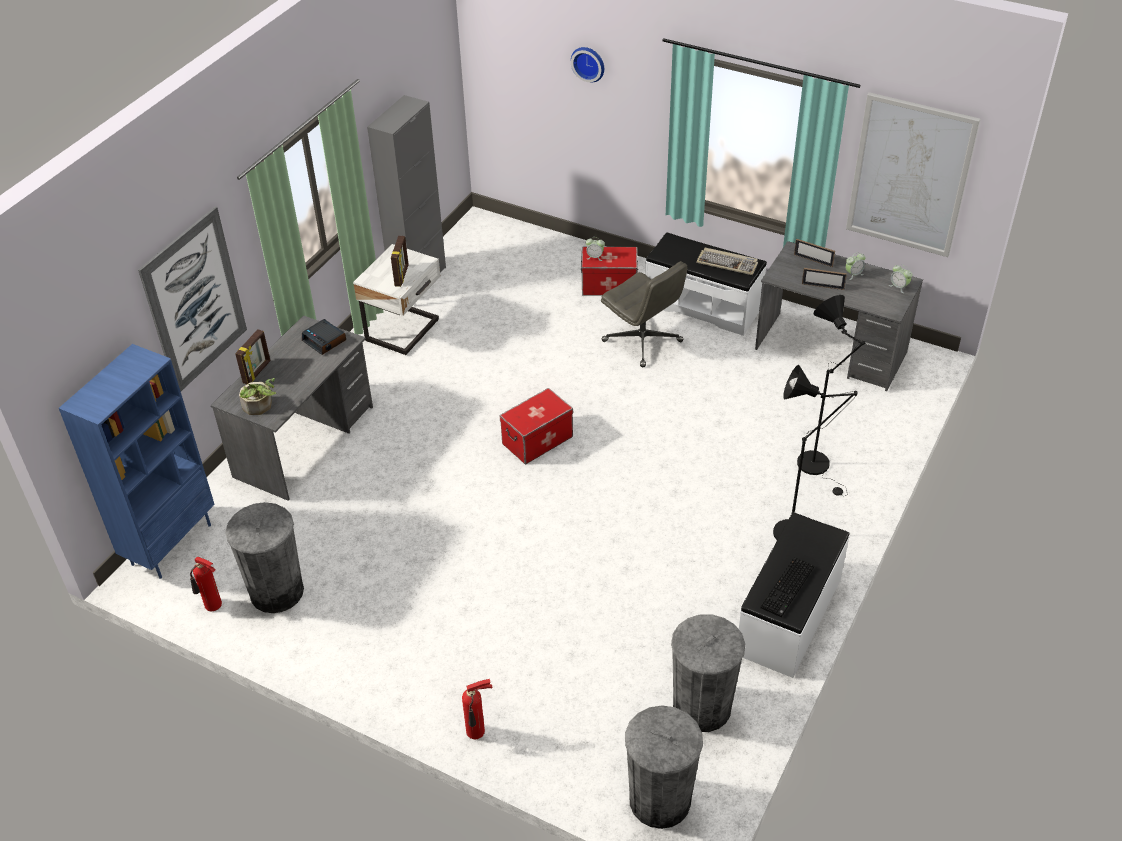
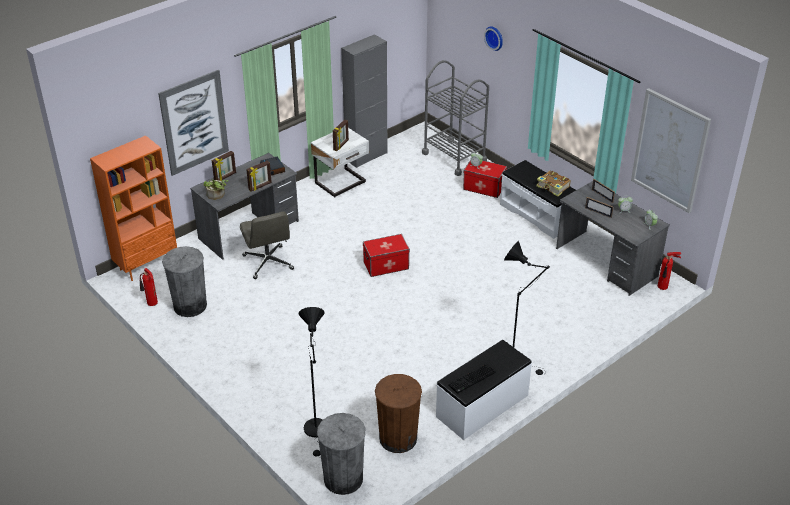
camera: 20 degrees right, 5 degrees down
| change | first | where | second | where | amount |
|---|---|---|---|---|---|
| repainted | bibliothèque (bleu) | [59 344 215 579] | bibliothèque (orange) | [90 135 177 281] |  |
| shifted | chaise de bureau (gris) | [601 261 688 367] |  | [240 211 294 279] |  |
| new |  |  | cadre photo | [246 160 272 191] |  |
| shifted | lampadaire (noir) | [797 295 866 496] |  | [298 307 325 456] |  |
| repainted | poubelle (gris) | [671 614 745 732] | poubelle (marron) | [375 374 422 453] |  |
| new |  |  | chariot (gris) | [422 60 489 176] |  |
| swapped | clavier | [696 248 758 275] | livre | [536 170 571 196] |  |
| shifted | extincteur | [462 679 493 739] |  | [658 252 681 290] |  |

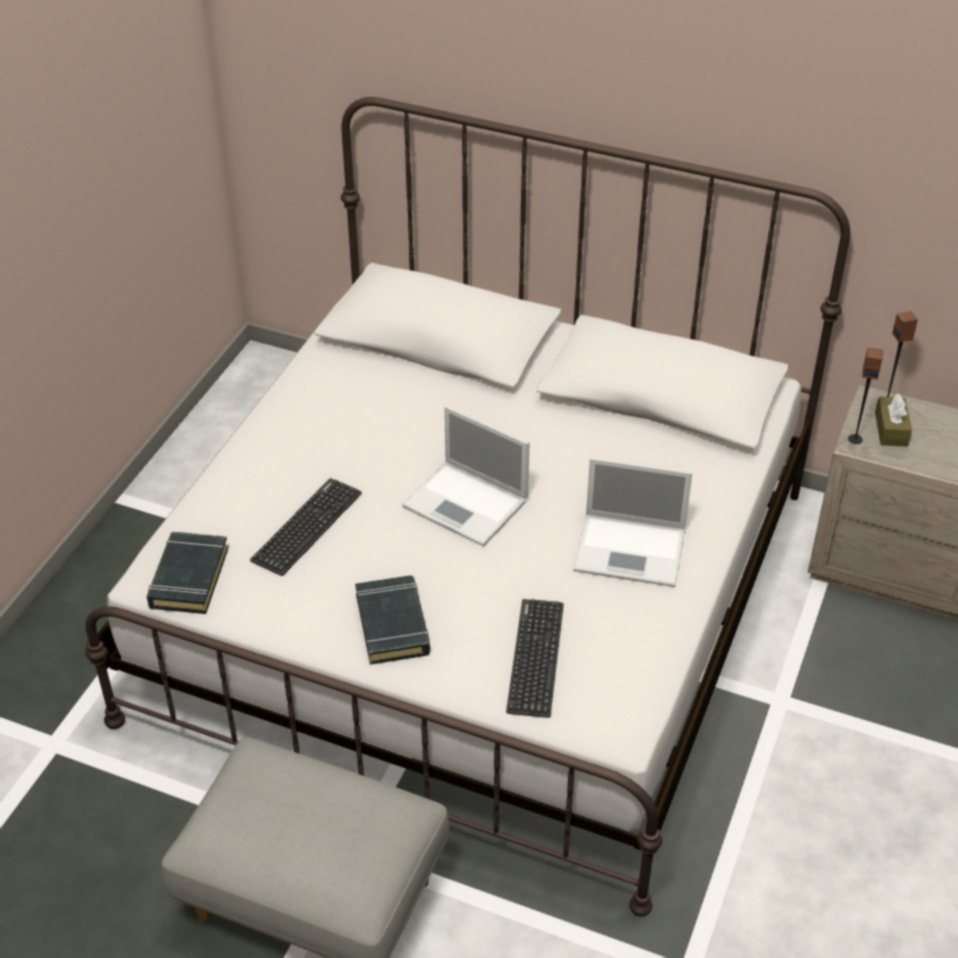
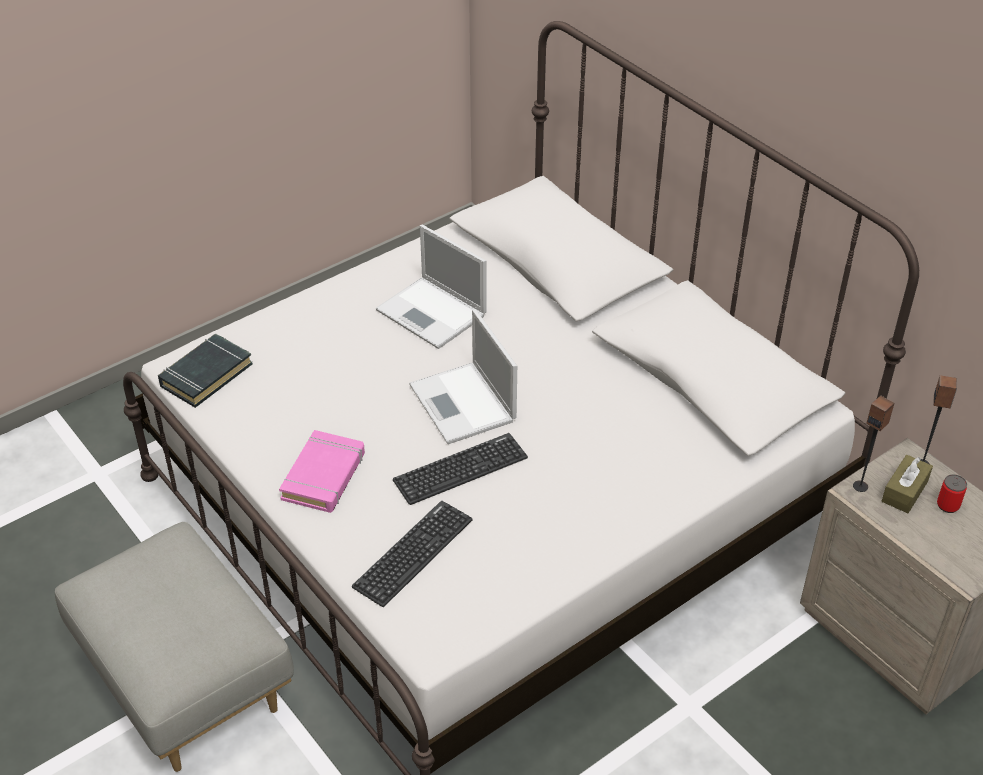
camera: 30 degrees right, 0 degrees up
| change | first | where | second | where | amount |
|---|---|---|---|---|---|
| repainted | livre (noir) | [355 575 430 665] | livre (rose) | [279 430 365 513] |  |
| shifted | ordinateur portable | [573 457 693 587] |  | [376 225 487 349] |  |
| shifted | clavier | [250 478 362 576] |  | [393 433 528 505] |  |
| new |  |  | boîte métallique | [937 474 967 513] |  |

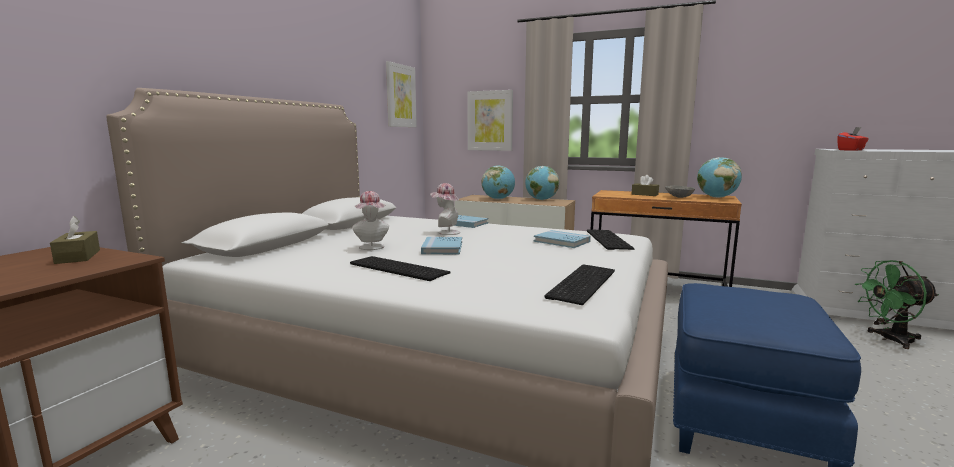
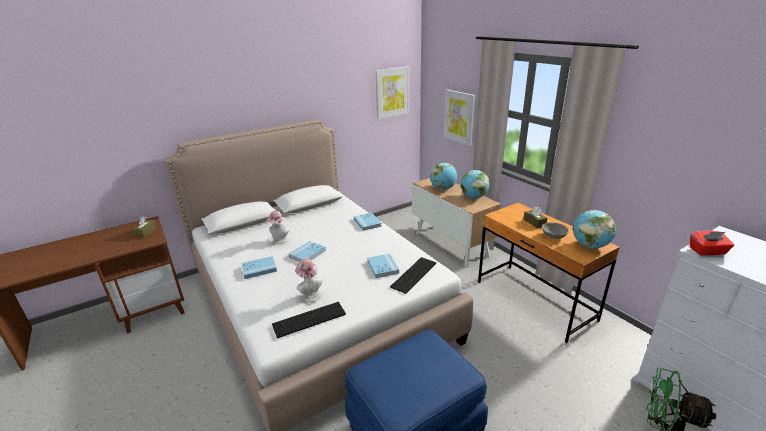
camera: 35 degrees right, 15 degrees up
| change | first | where | second | where | amount |
|---|---|---|---|---|---|
| swapped | clavier | [350 256 450 281] | livre (bleu) | [241 256 277 279] |  |
| shifted | chapeau | [430 183 460 235] |  | [295 259 323 302] |  |

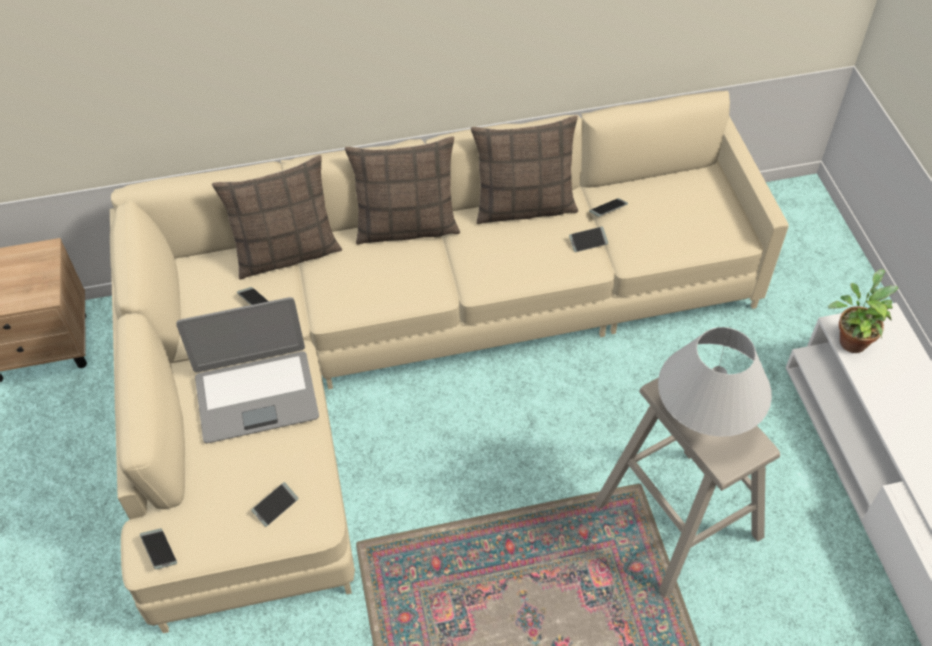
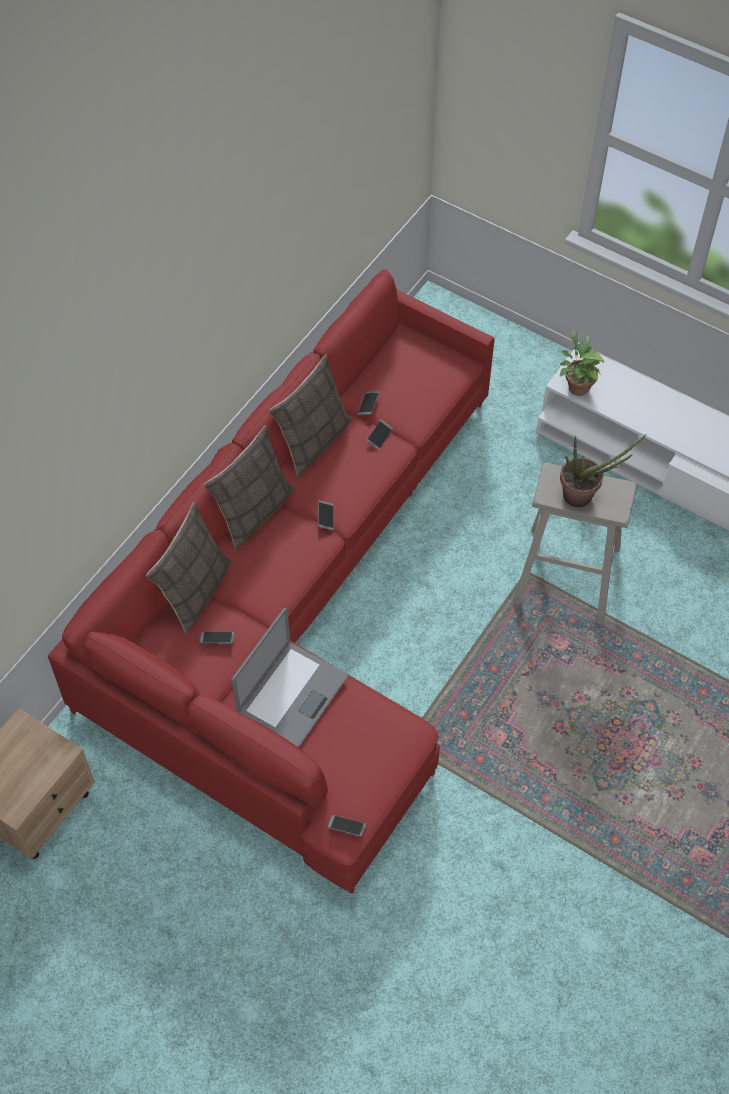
camera: 45 degrees left, 5 degrees up
| change | first | where | second | where | amount |
|---|---|---|---|---|---|
| repainted | canapé (beige) | [110 91 789 633] | canapé (rouge) | [48 269 495 894] |  |
| shifted | téléphone | [251 482 299 527] |  | [318 500 334 530] |  |
| swapped | lampe de table (blanc) | [658 327 772 437] | plante en pot | [560 434 647 507] |  |

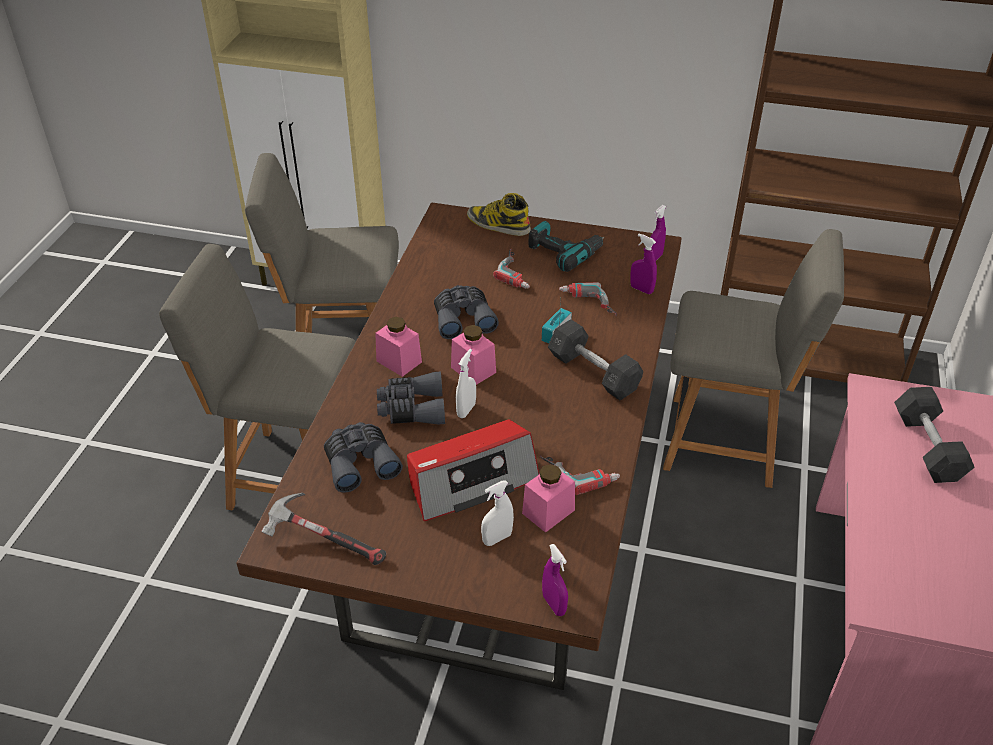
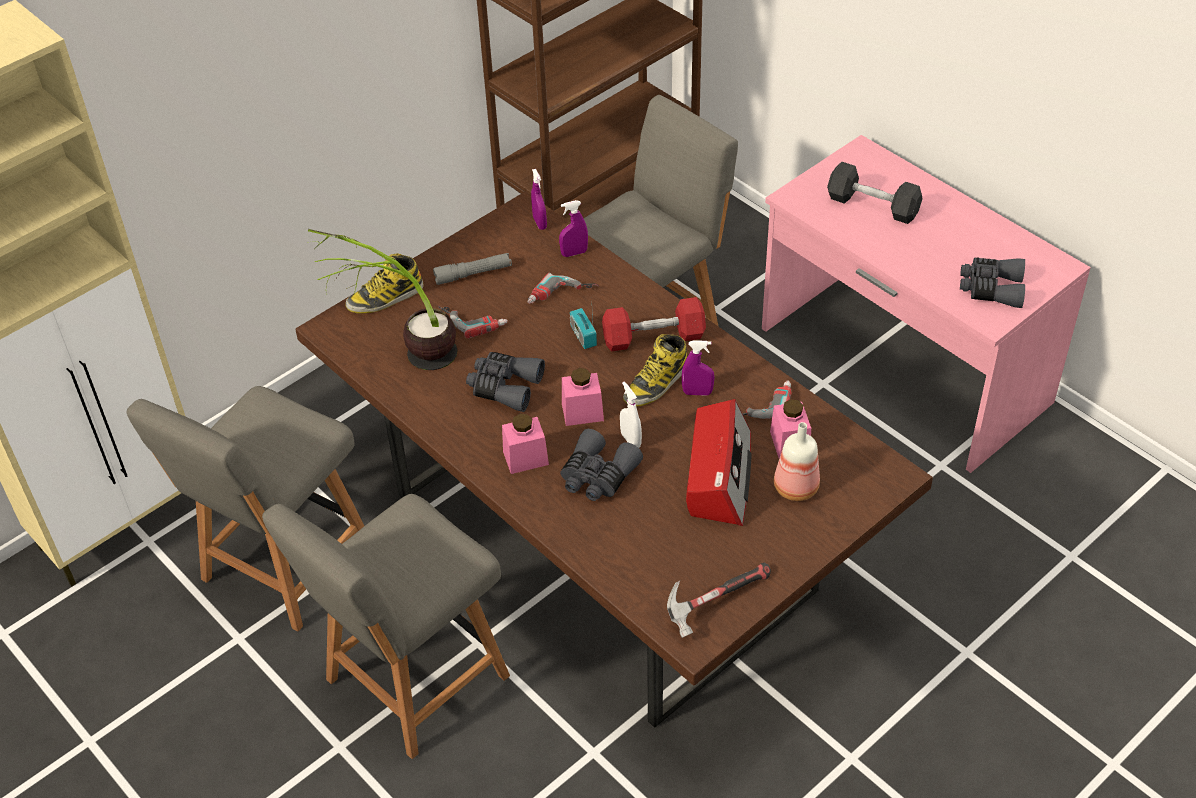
camera: 55 degrees left, 5 degrees up
| change | first | where | second | where | amount |
|---|---|---|---|---|---|
| new |  |  | plante en pot | [308 229 458 370] |  |
| swapped | perceuse | [529 221 604 272] | lampe de poche (gris) | [433 253 512 285] |  |
| repainted | haltère (gris) | [548 319 644 400] | haltère (rouge) | [602 297 706 351] |  |
| new |  |  | botte | [623 334 688 406] |  |
| shifted | vaporisateur (violet) | [542 544 568 616] |  | [682 340 714 396] |  |
| swapped | vaporisateur (blanc) | [481 480 514 546] | bouteille | [774 422 820 501] |  |
| shifted | jumelles (gris) | [324 422 403 493] |  | [960 258 1025 308] |  |

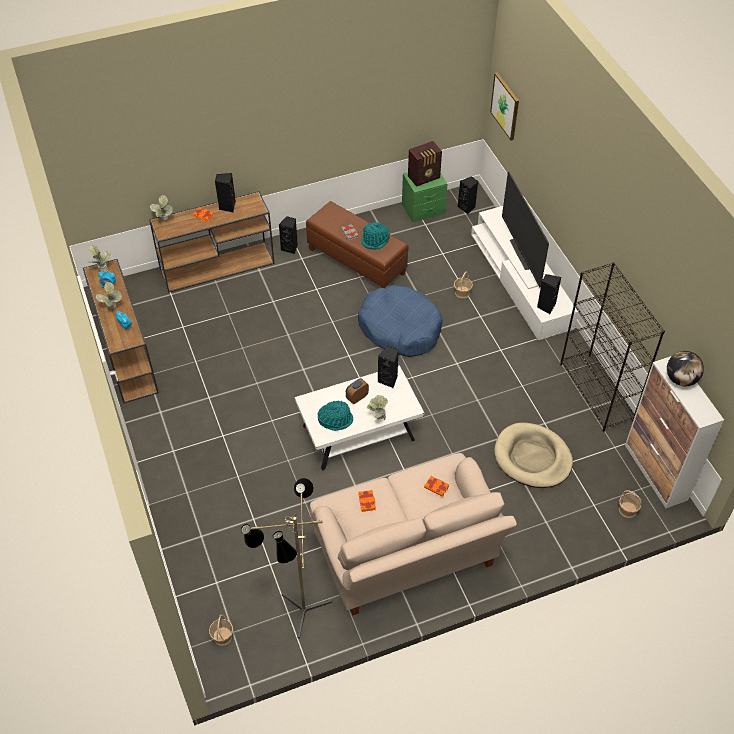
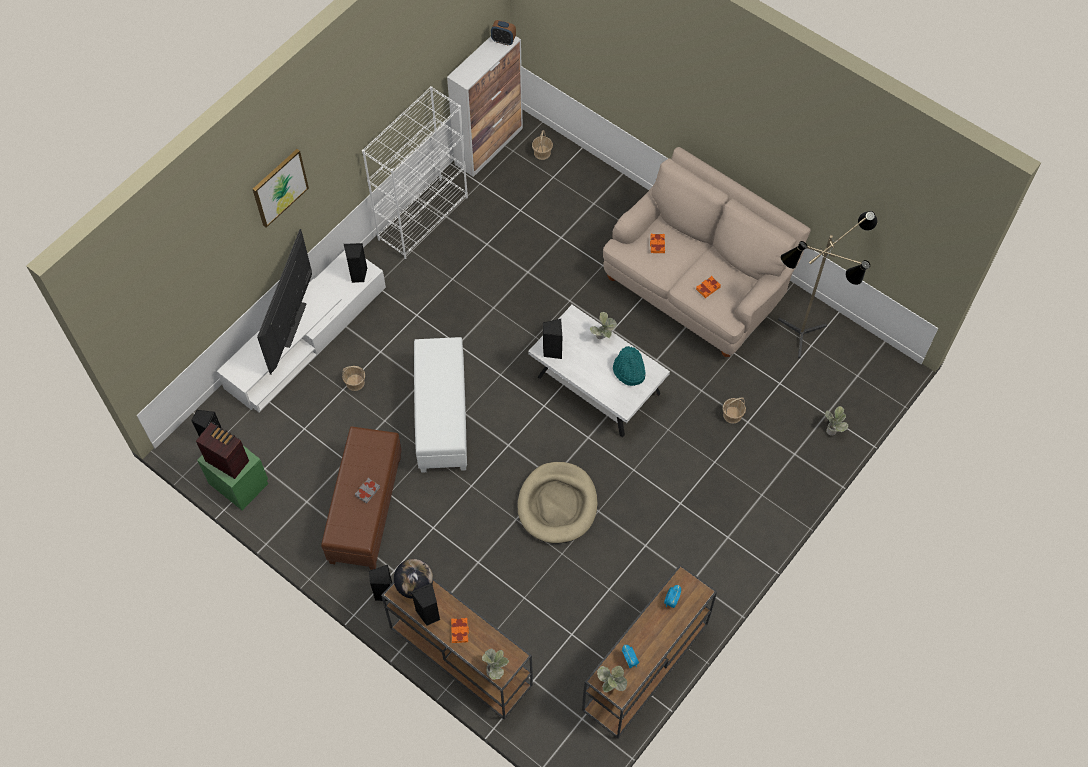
camera: 120 degrees left, 10 degrees up
| change | first | where | second | where | amount |
|---|---|---|---|---|---|
| shifted | tableau | [490 72 519 141] |  | [253 149 309 228] |  |
| rotated | téléviseur | [502 172 549 288] |  | [257 229 312 375] | 150 degrees clockwise |
| repainted | bibliothèque (noir) | [560 262 665 432] | bibliothèque (blanc) | [362 86 468 259] |  |
| shifted | globe | [667 351 704 386] |  | [394 559 433 599] |  |
| swapped | panier pour chien (bleu) | [358 285 443 357] | pouf (blanc) | [414 337 467 473] |  |
| shifted | réveil | [346 378 369 404] |  | [491 20 516 45] |  |
| shifted | panier pour chien (beige) | [494 422 573 488] |  | [517 462 598 544] |  |
| shifted | panier | [209 614 233 646] |  | [723 398 746 424] |  |
| shifted | plante en pot | [96 282 122 309] |  | [825 406 848 436] |  |
| gone | chapeau (turquoise) | [361 223 389 249] |  |  |  |

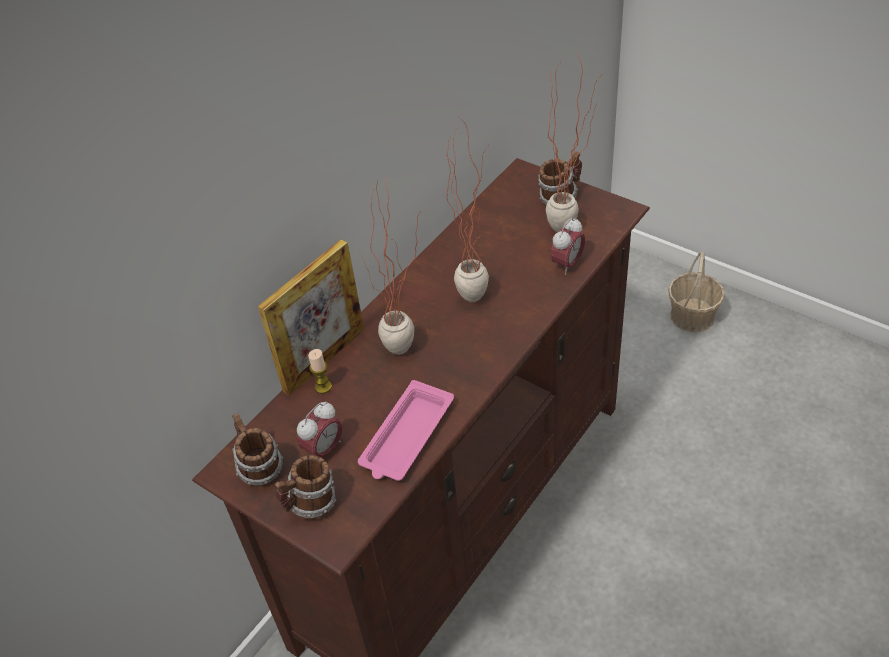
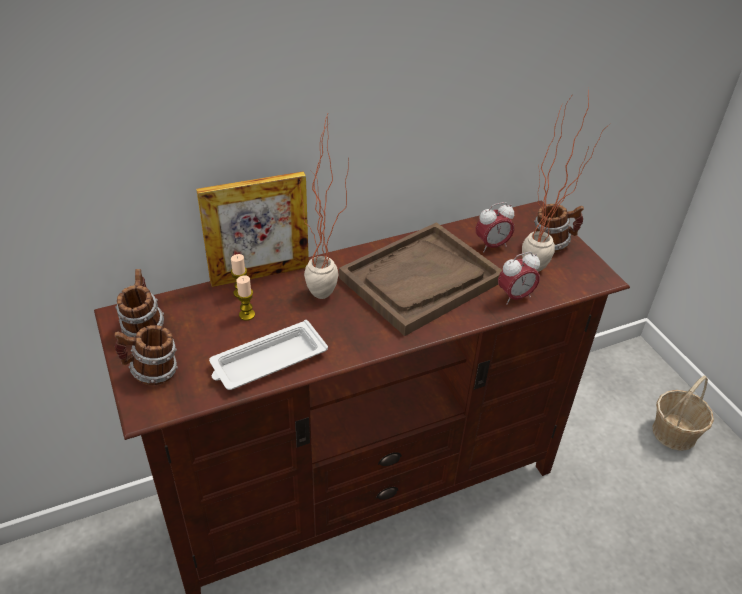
camera: 25 degrees right, 5 degrees down
| change | first | where | second | where | amount |
|---|---|---|---|---|---|
| repainted | plateau (rose) | [358 380 454 481] | plateau (blanc) | [209 320 328 390] |  |
| new |  |  | bougie | [236 275 255 321] |  |
| swapped | plante en pot | [444 117 489 302] | plateau (marron) | [339 222 502 336] |  |
| shifted | réveil | [297 401 342 457] |  | [476 202 514 252] |  |

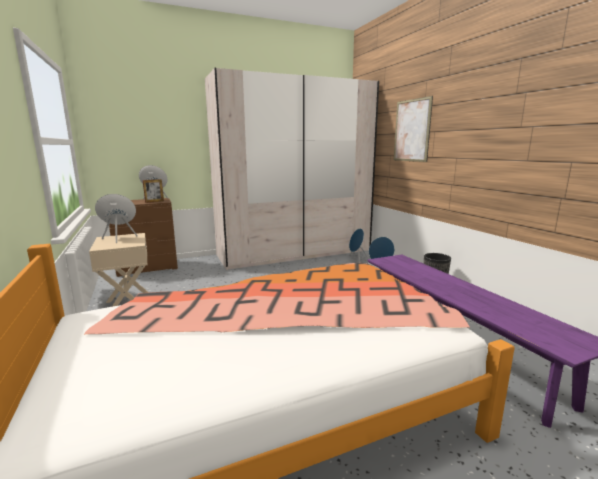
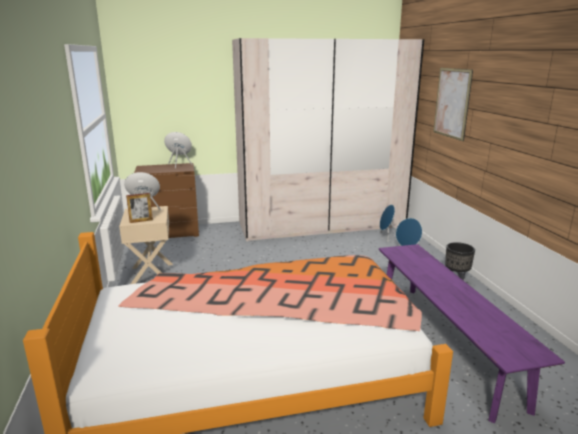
camera: 10 degrees right, 5 degrees up
| change | first | where | second | where | amount |
|---|---|---|---|---|---|
| shifted | cadre photo | [143 179 164 203] |  | [126 193 153 223] |  |

